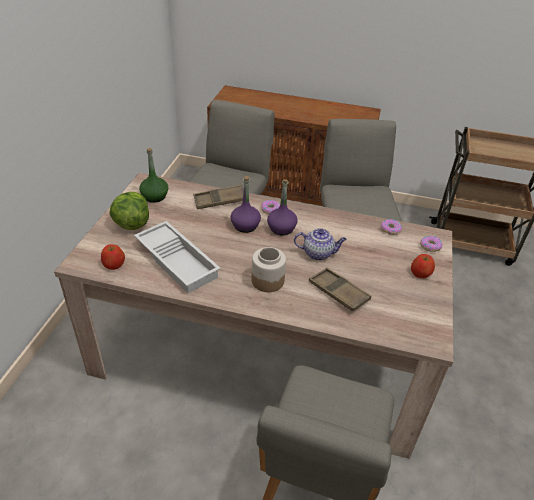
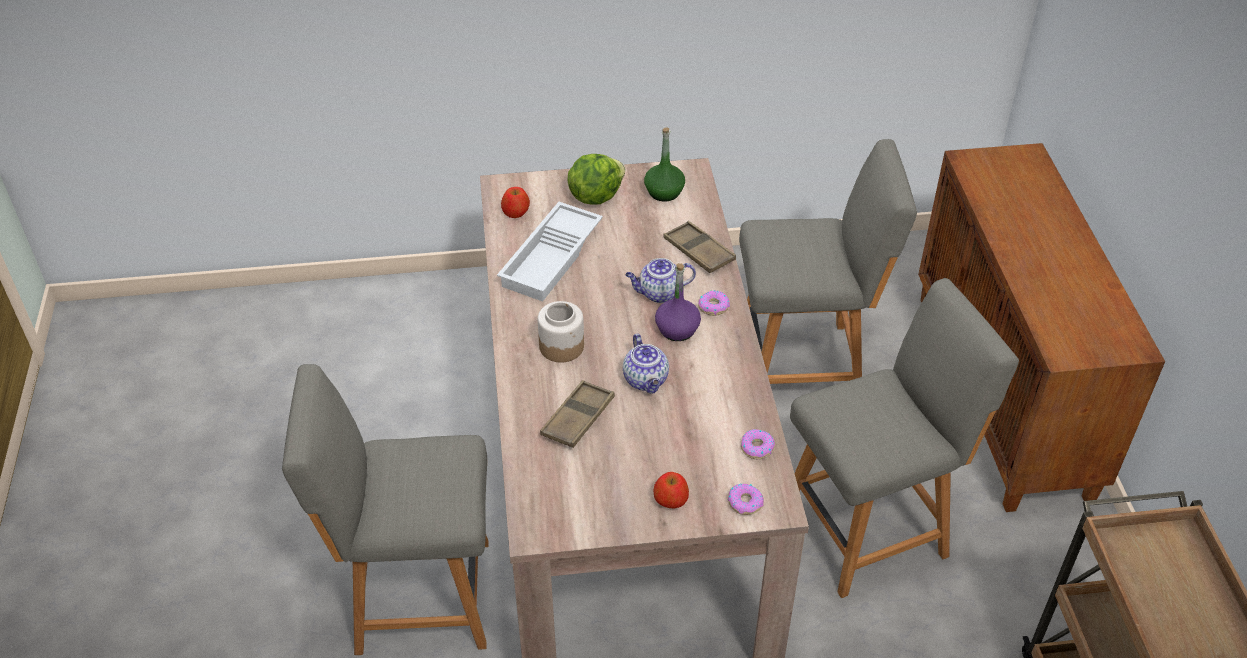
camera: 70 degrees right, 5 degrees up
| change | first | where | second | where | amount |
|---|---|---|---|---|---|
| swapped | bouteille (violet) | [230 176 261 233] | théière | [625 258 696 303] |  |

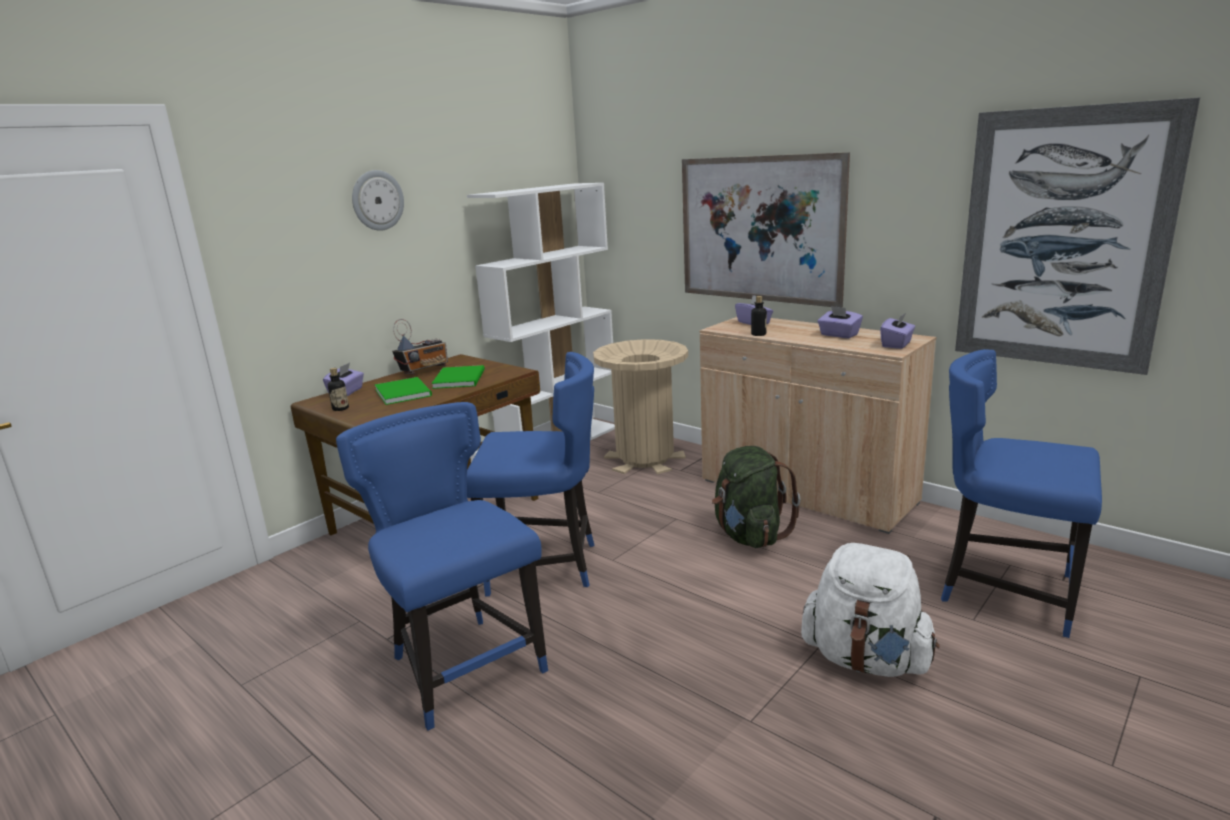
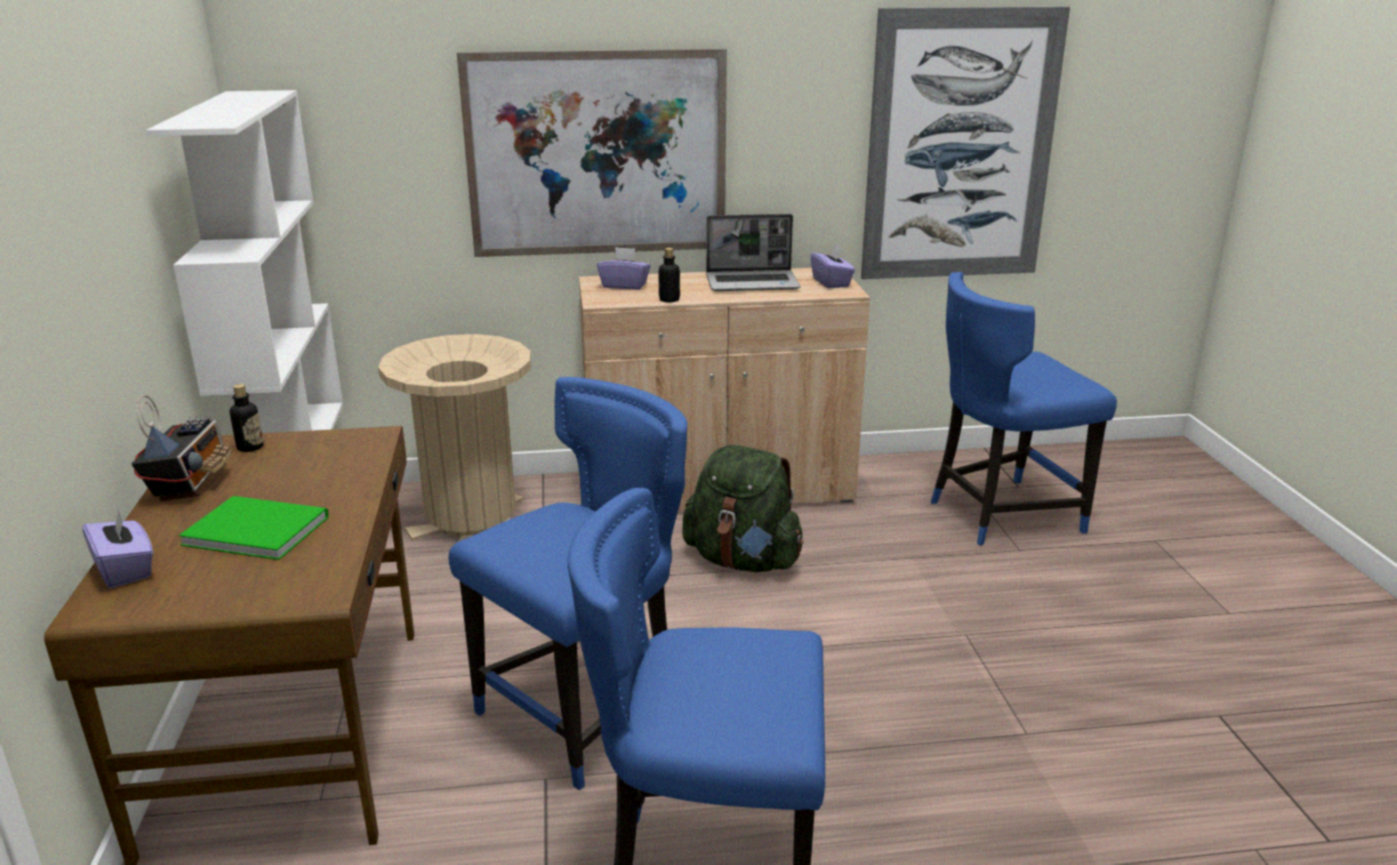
camera: 50 degrees left, 5 degrees up
| change | first | where | second | where | amount |
|---|---|---|---|---|---|
| shifted | bouteille | [328 368 349 411] |  | [230 384 264 452] |  |
| swapped | boîte à mouchoirs (violet) | [817 306 863 338] | ordinateur portable | [706 214 800 291] |  |
| gone | horloge murale | [352 170 404 231] |  |  |  |
| gone | livre (vert) | [432 365 485 389] |  |  |  |
| gone | sac à dos (blanc) | [801 543 940 677] |  |  |  |

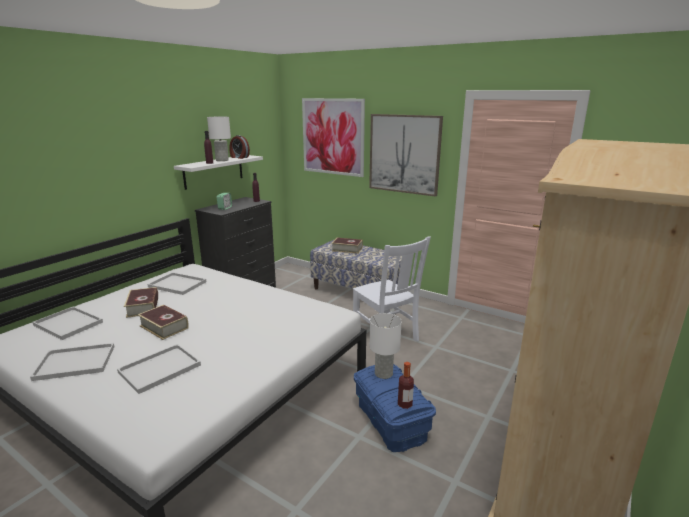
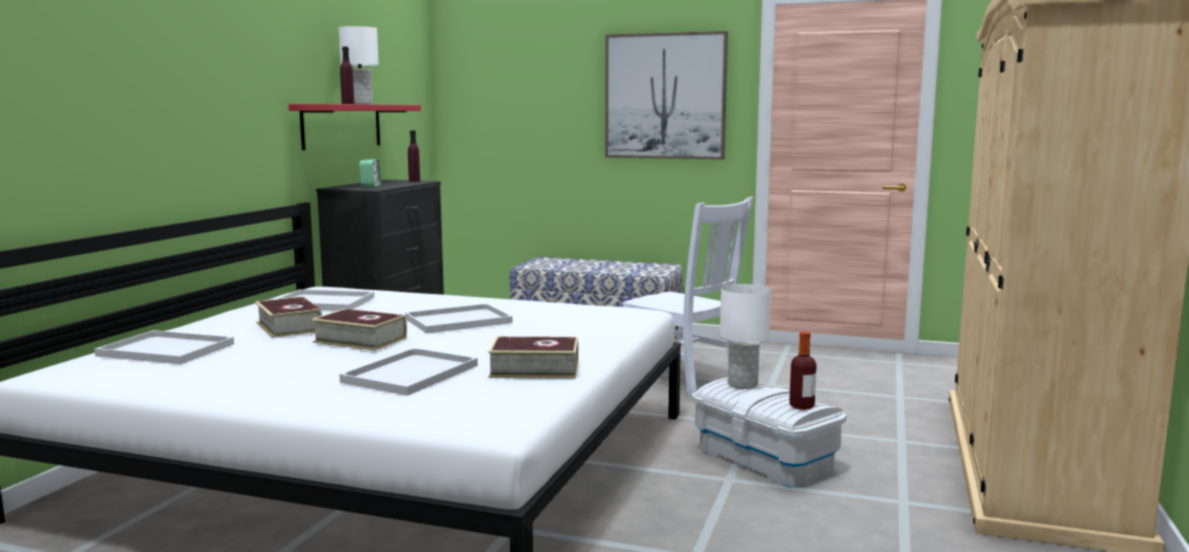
camera: 15 degrees left, 10 degrees down
| change | first | where | second | where | amount |
|---|---|---|---|---|---|
| repainted | étagère (blanc) | [174 155 263 190] | étagère (rouge) | [289 104 421 150] |  |
| shifted | plateau (blanc) | [30 343 114 381] |  | [405 304 513 334] |  |
| shifted | livre | [332 238 363 254] |  | [488 337 578 379] |  |
| repainted | boîte de rangement (bleu) | [354 364 436 452] | boîte de rangement (blanc) | [692 377 847 488] |  |
| gone | réveil | [229 135 250 159] |  |  |  |
| gone | tableau | [302 98 365 177] |  |  |  |

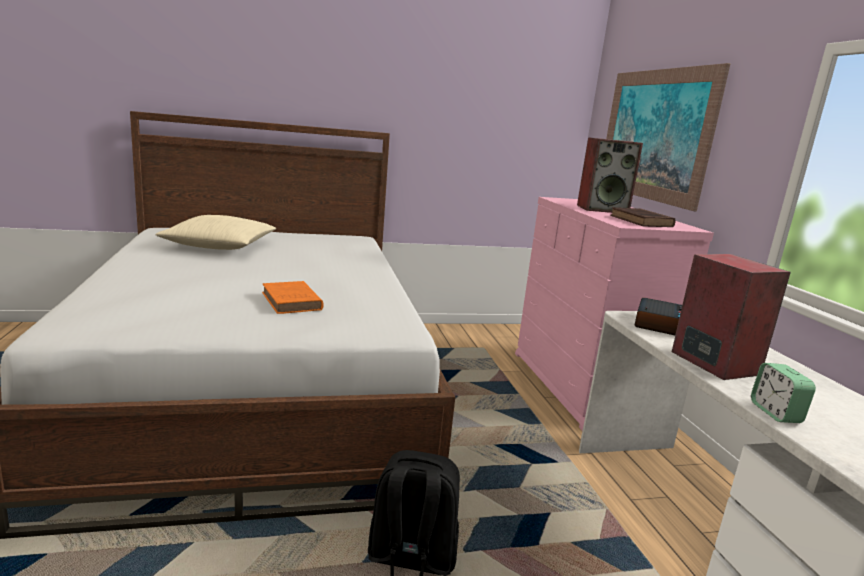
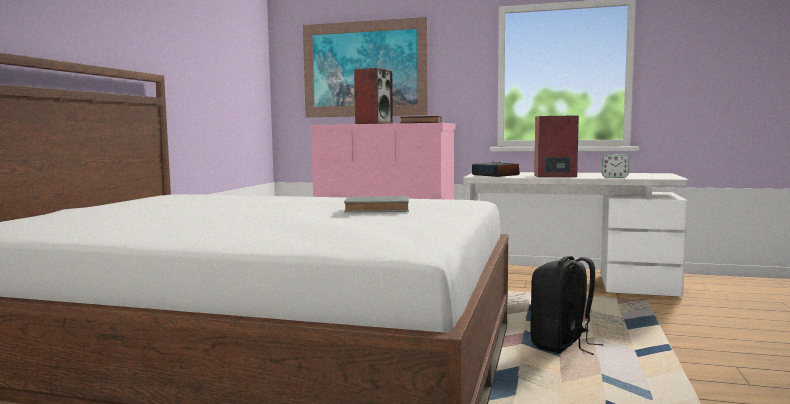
camera: 60 degrees left, 10 degrees down
| change | first | where | second | where | amount |
|---|---|---|---|---|---|
| repainted | livre (orange) | [262 281 323 314] | livre (gris) | [344 196 409 213] |  |
| gone | coussin (beige) | [155 215 277 250] |  |  |  |

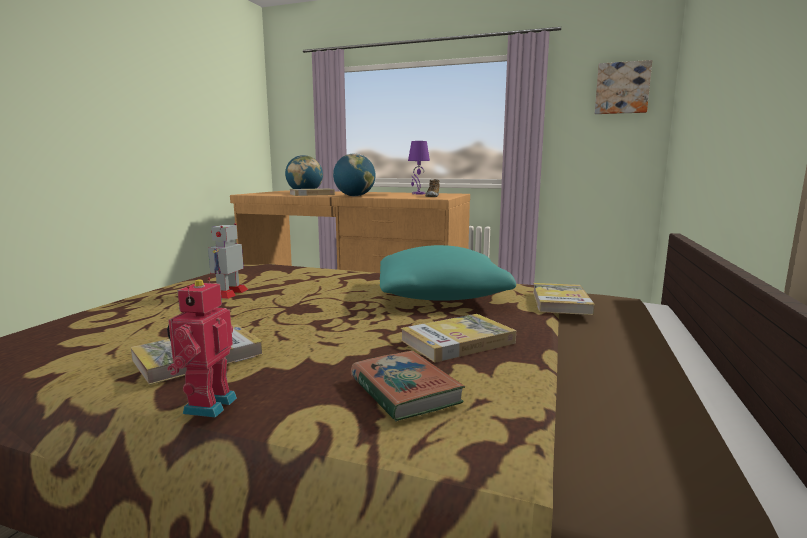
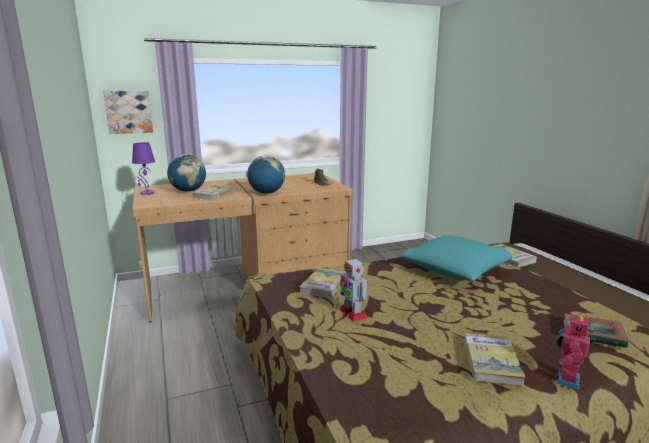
camera: 40 degrees left, 5 degrees up
| change | first | where | second | where | amount |
|---|---|---|---|---|---|
| shifted | tableau | [595 60 652 114] |  | [103 91 153 134] |  |
| shifted | lampe de table (violet) | [408 141 430 194] |  | [132 142 155 195] |  |
| shifted | livre | [401 314 516 363] |  | [299 268 346 298] |  |
| rotated | robot jouet | [167 278 237 418] |  | [557 313 590 390] | 60 degrees clockwise |

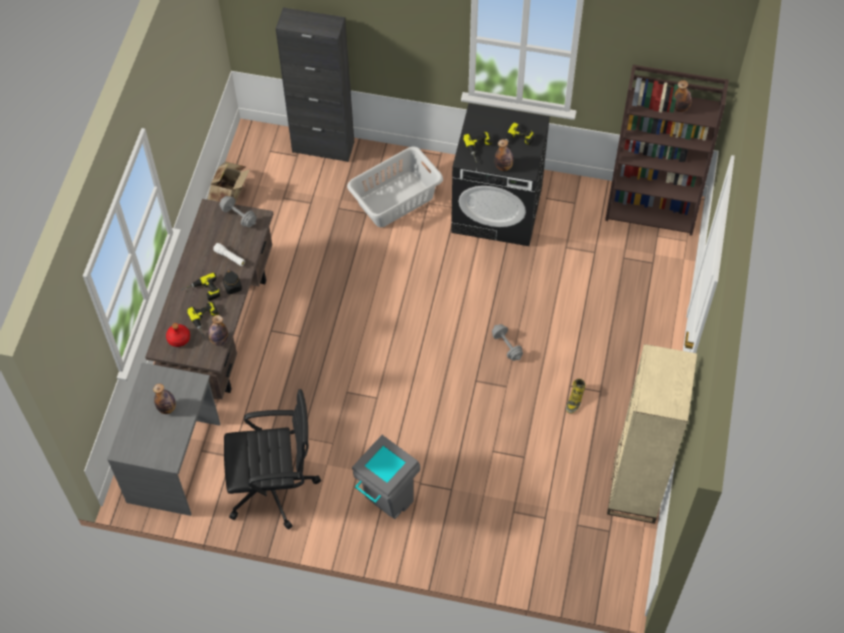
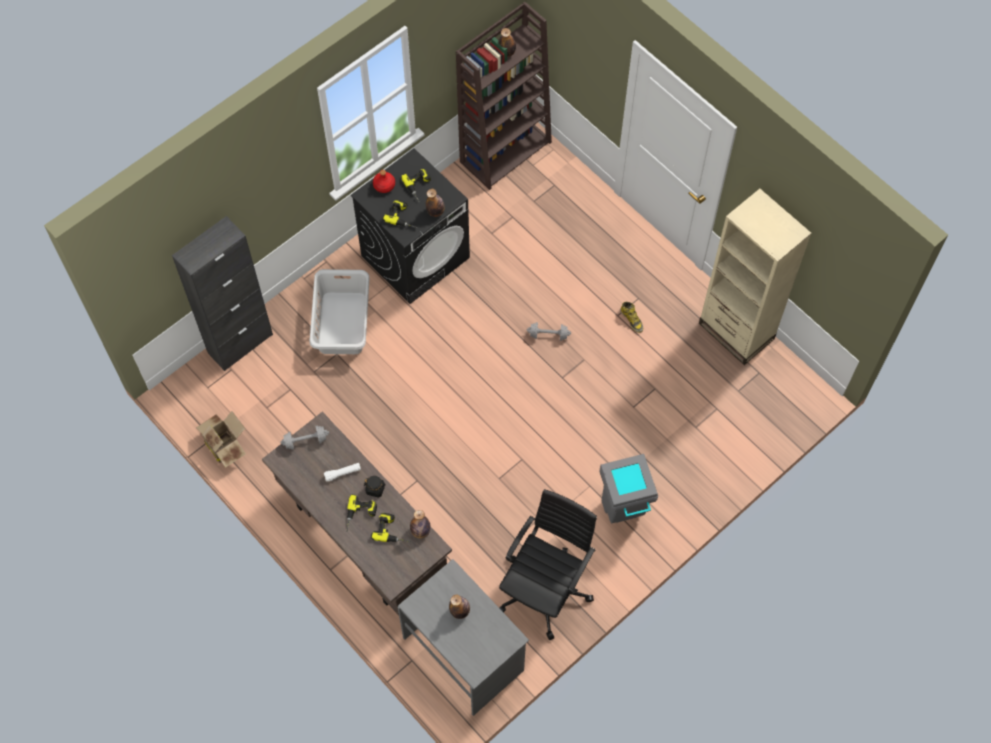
camera: 55 degrees left, 5 degrees up
| change | first | where | second | where | amount |
|---|---|---|---|---|---|
| shifted | bouteille (rouge) | [166 323 190 347] |  | [373 170 395 193] |  |

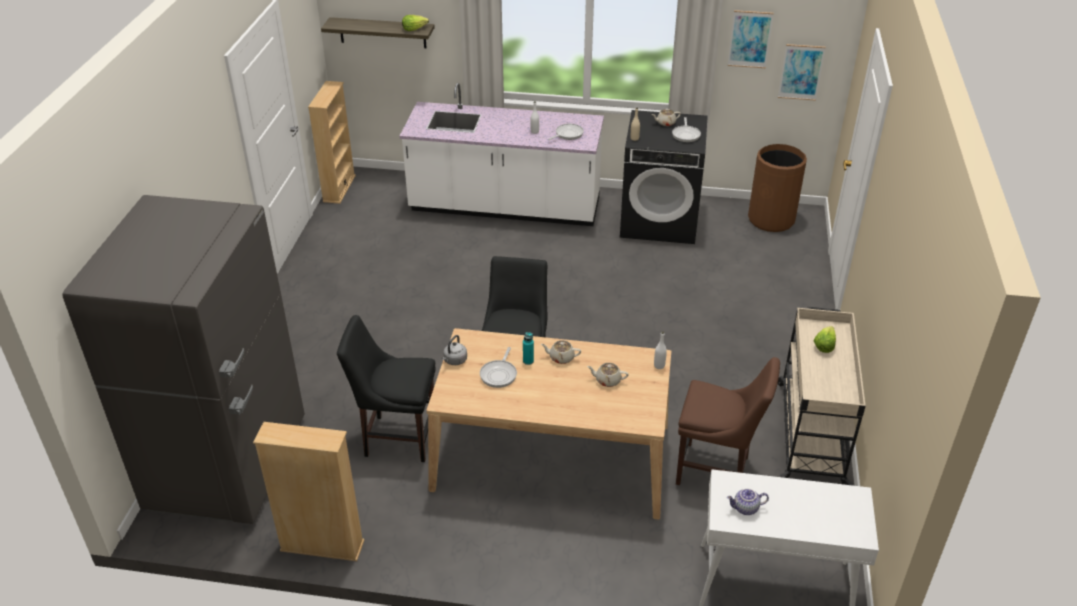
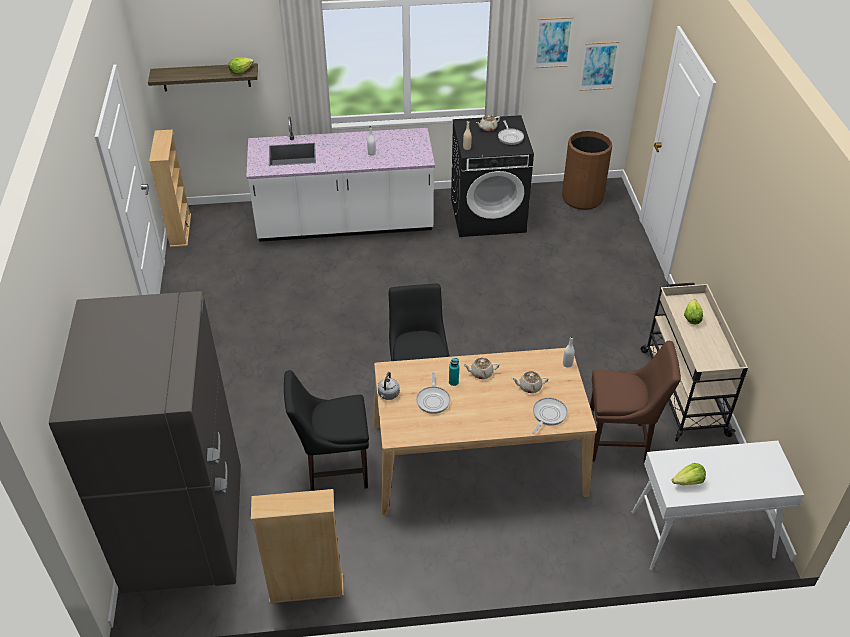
camera: 15 degrees left, 5 degrees up
| change | first | where | second | where | amount |
|---|---|---|---|---|---|
| shifted | poêle | [548 124 584 140] |  | [532 398 568 434] |  |
| swapped | théière | [727 489 769 515] | laitue | [672 463 706 485] |  |

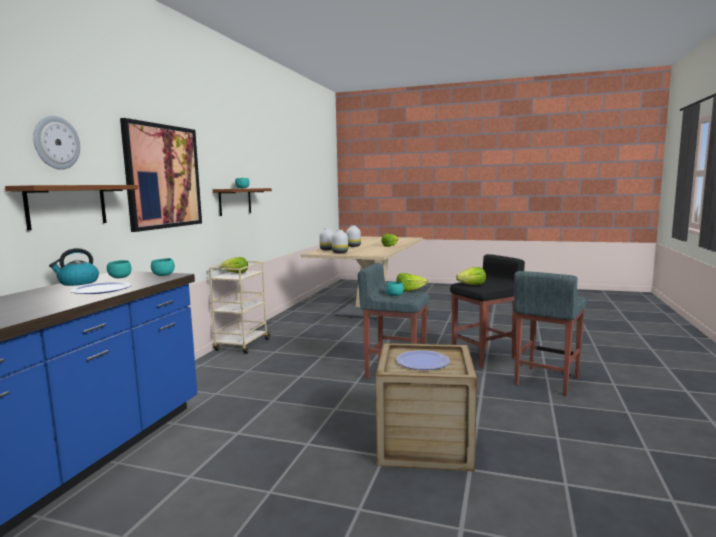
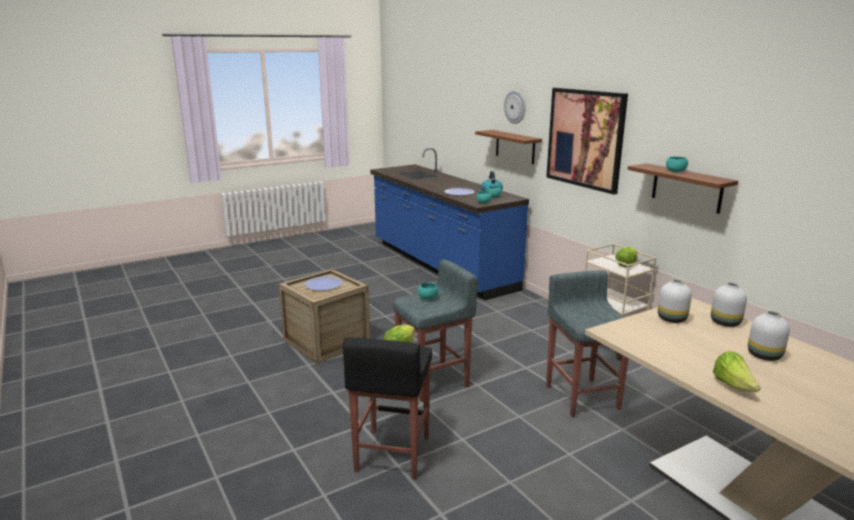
camera: 130 degrees right, 10 degrees up
| change | first | where | second | where | amount |
|---|---|---|---|---|---|
| shifted | tabouret (gris) | [514 271 586 396] |  | [546 270 629 417] |  |
| gone | laitue | [396 273 428 292] |  |  |  |

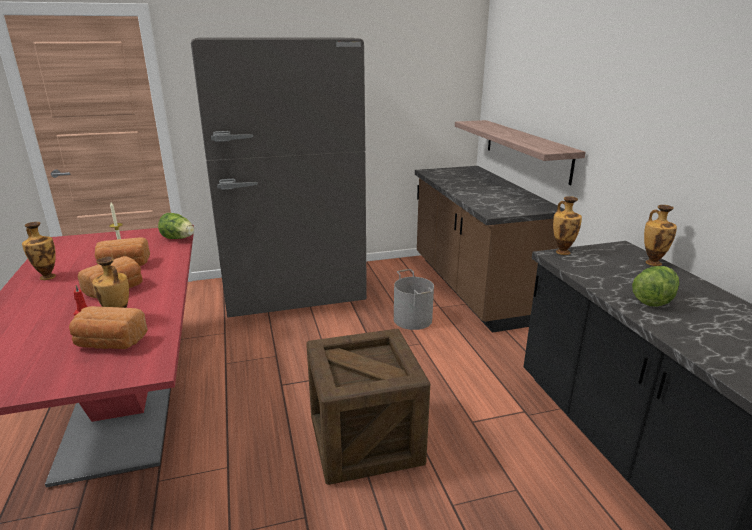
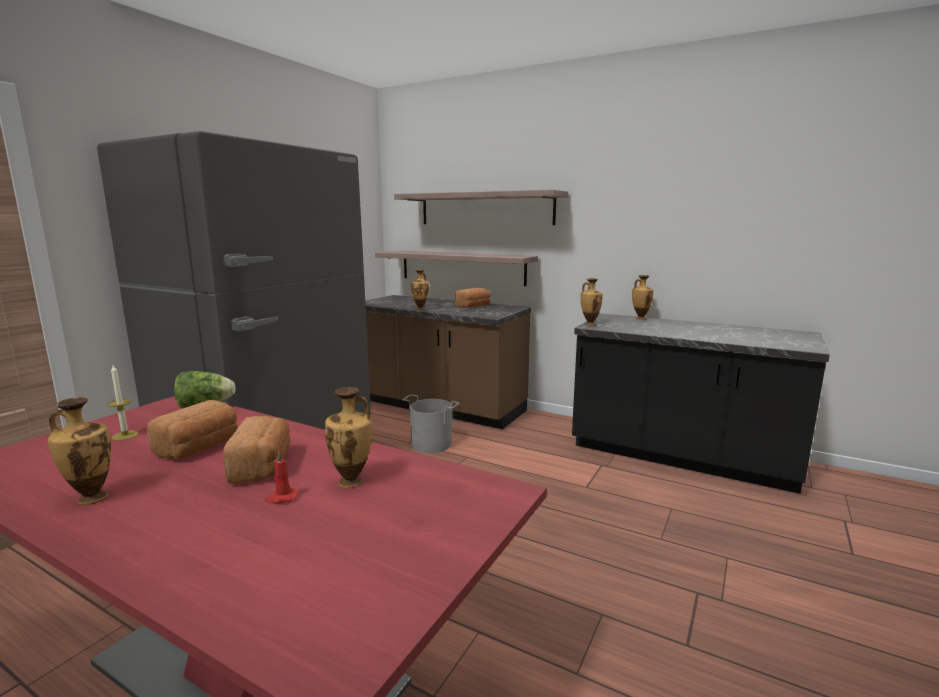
camera: 45 degrees left, 10 degrees down
| change | first | where | second | where | amount |
|---|---|---|---|---|---|
| new |  |  | étagère | [394 190 568 225] |  |
| new |  |  | vase | [411 269 429 310] |  |
| shifted | pain | [69 306 148 349] |  | [455 288 490 308] |  |
| gone | caisse | [306 329 430 485] |  |  |  |
| gone | laitue | [632 266 679 307] |  |  |  |

